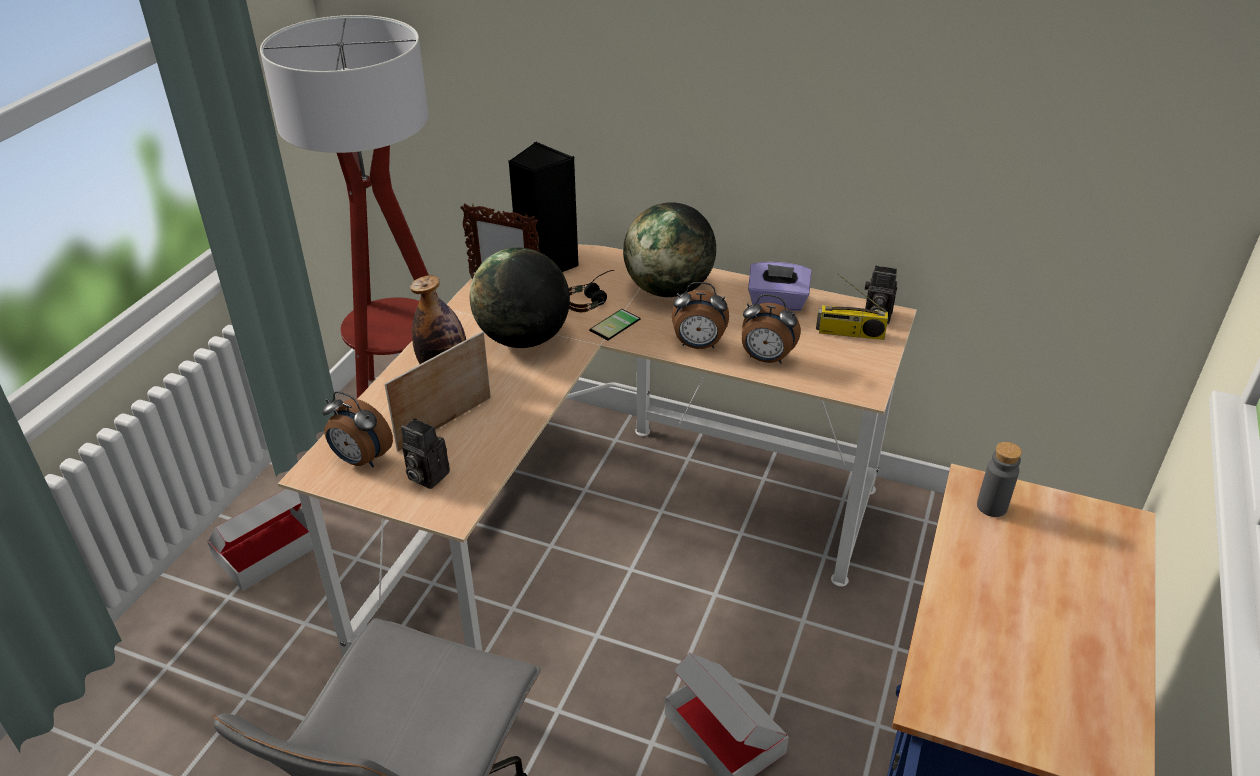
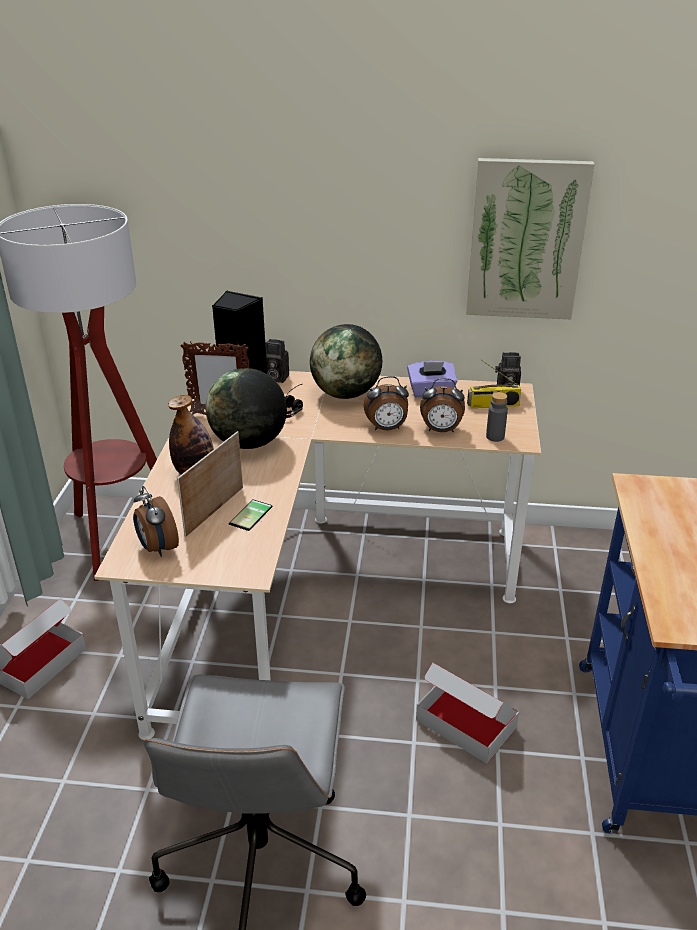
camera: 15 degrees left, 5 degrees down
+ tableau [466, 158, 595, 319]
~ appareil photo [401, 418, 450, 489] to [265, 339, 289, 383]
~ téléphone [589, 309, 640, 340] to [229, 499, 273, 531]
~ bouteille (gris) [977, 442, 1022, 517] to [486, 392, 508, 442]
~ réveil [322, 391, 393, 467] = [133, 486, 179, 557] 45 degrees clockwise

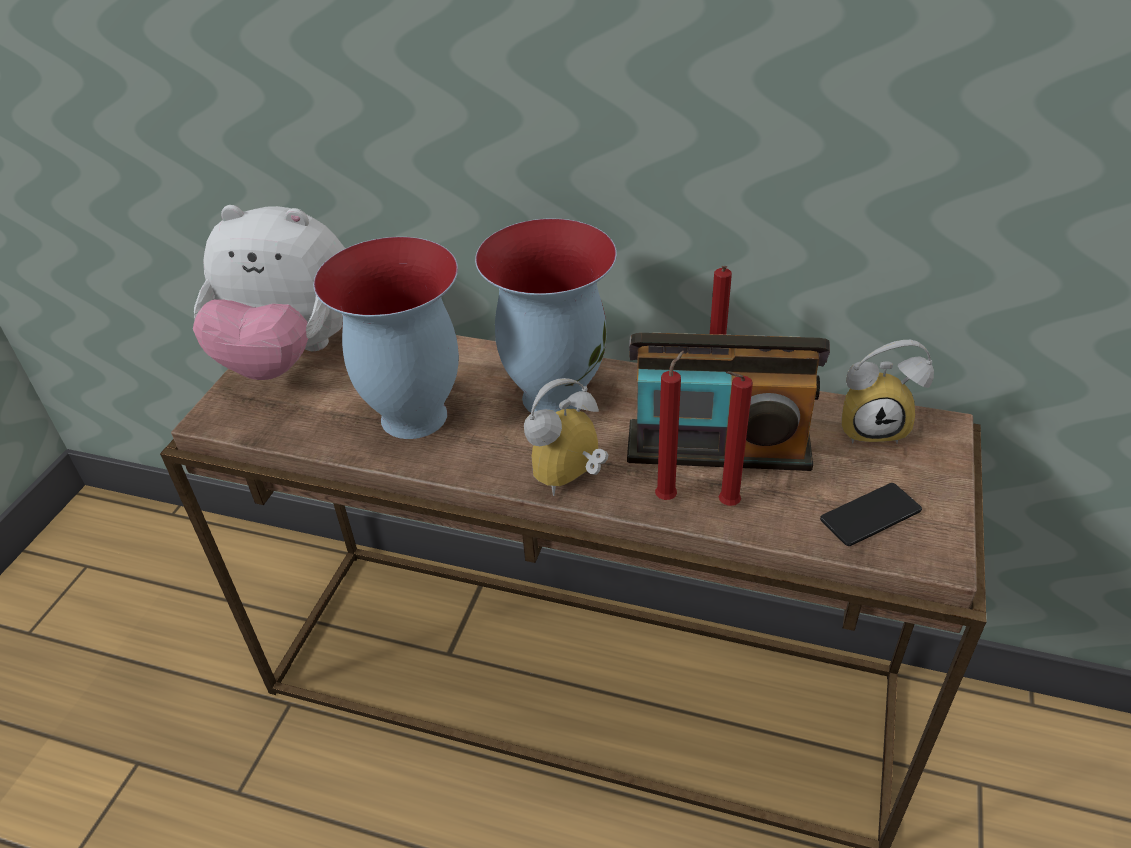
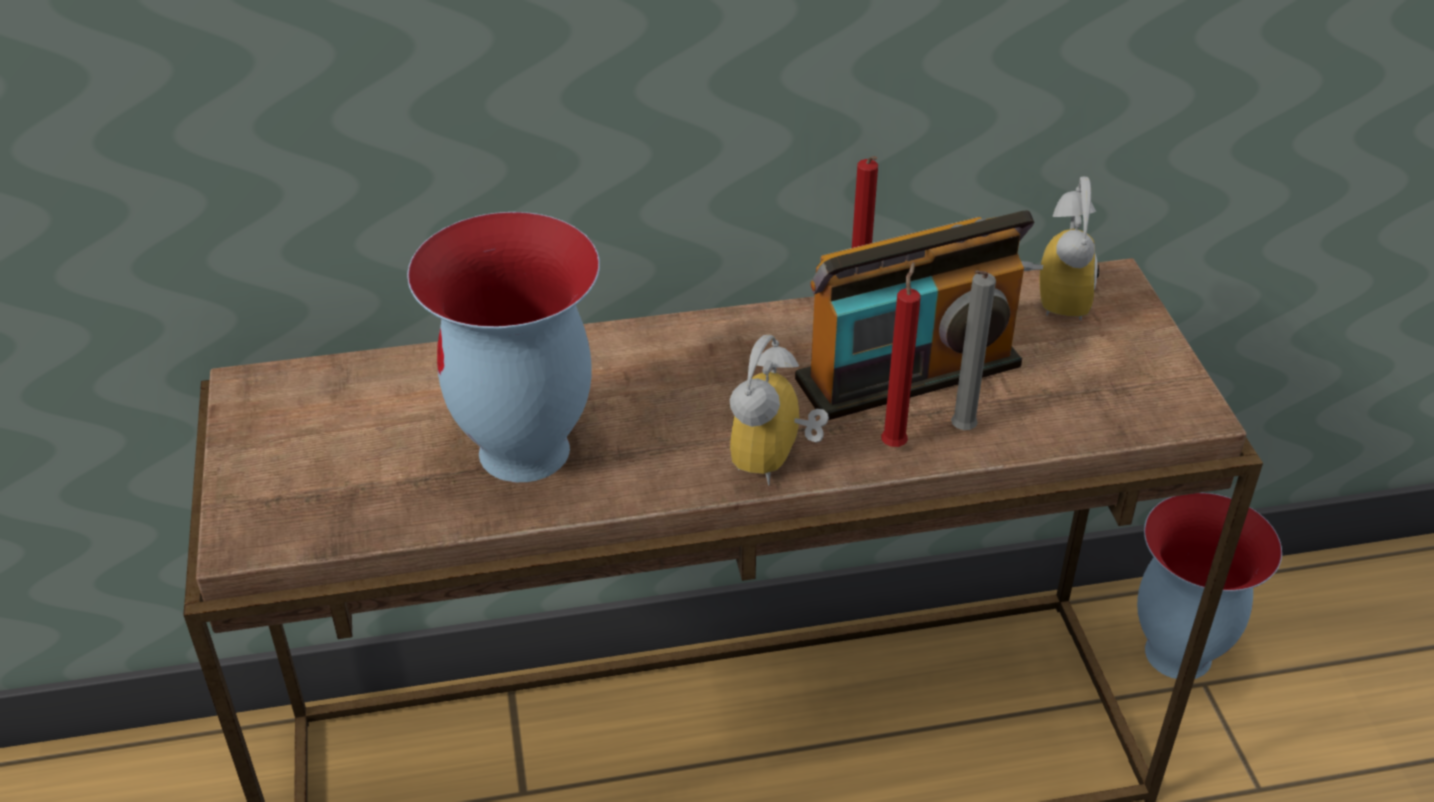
camera: 30 degrees left, 0 degrees up
- peluche [193, 205, 345, 380]
- téléphone [820, 483, 922, 546]
~ vase [475, 219, 617, 412] to [1137, 493, 1282, 679]
~ bougie (rouge) [719, 371, 753, 506] to bougie (gris) [951, 270, 996, 430]
~ réveil [842, 340, 934, 444] = [1021, 177, 1099, 321] 60 degrees counterclockwise

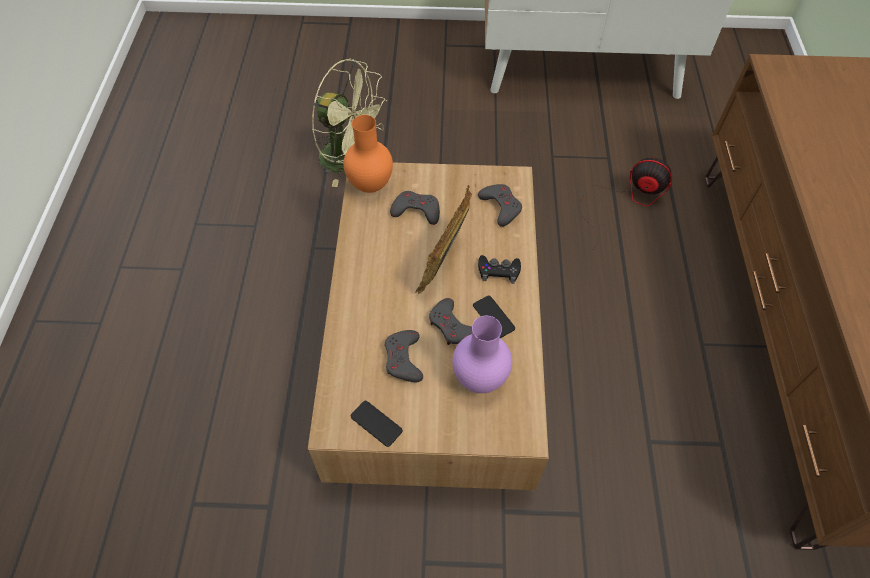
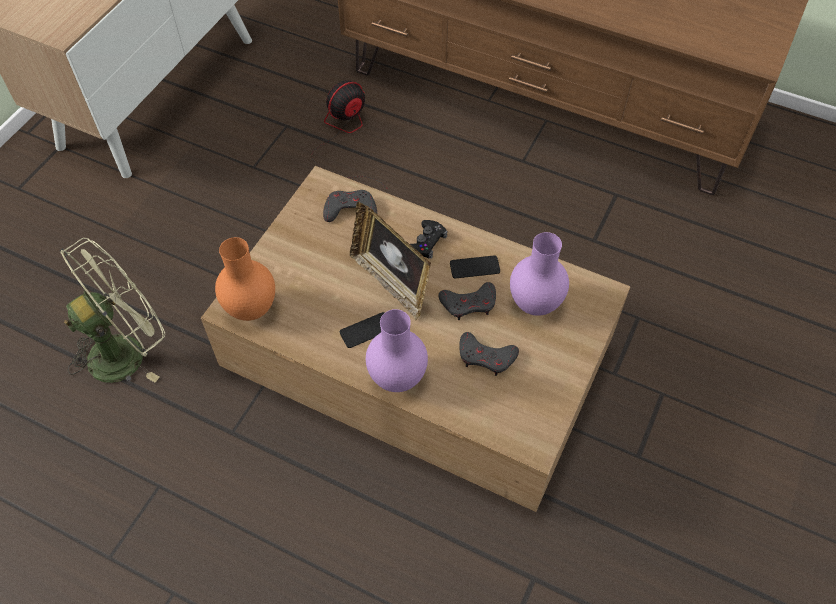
camera: 65 degrees left, 0 degrees up
- manette (gris) [390, 191, 440, 225]
+ vase (violet) [366, 309, 428, 392]
~ téléphone [351, 401, 403, 447] to [340, 312, 384, 348]

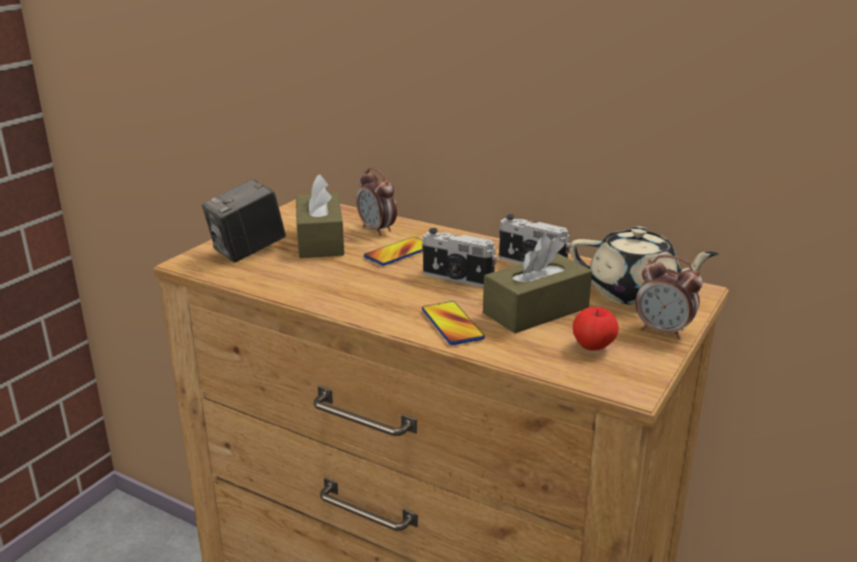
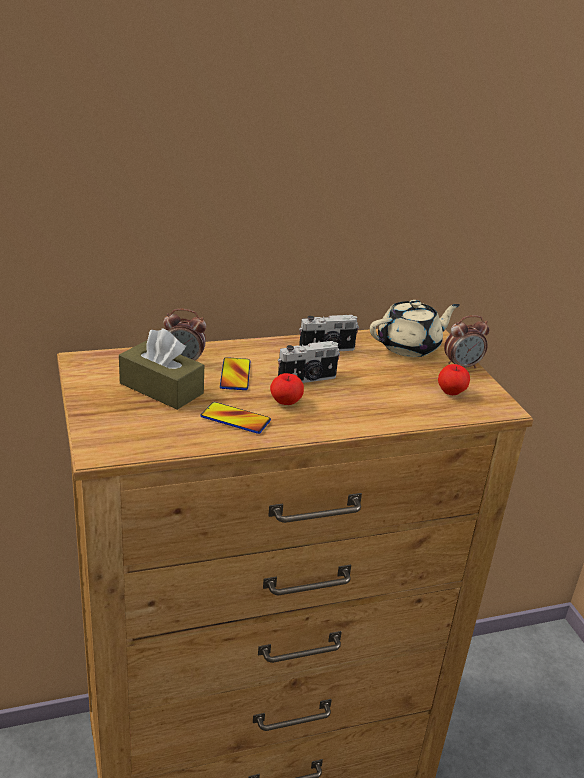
camera: 50 degrees left, 5 degrees up
- appareil photo [202, 179, 286, 263]
- boîte à mouchoirs (marron) [483, 235, 592, 333]
+ pomme [270, 373, 304, 405]
~ téléphone [422, 301, 485, 345] to [201, 402, 271, 434]

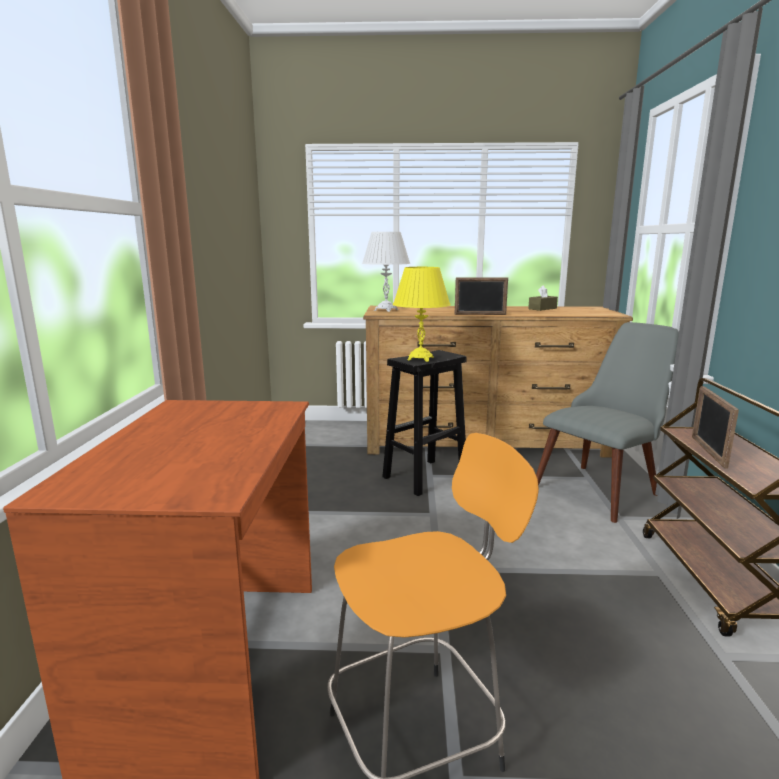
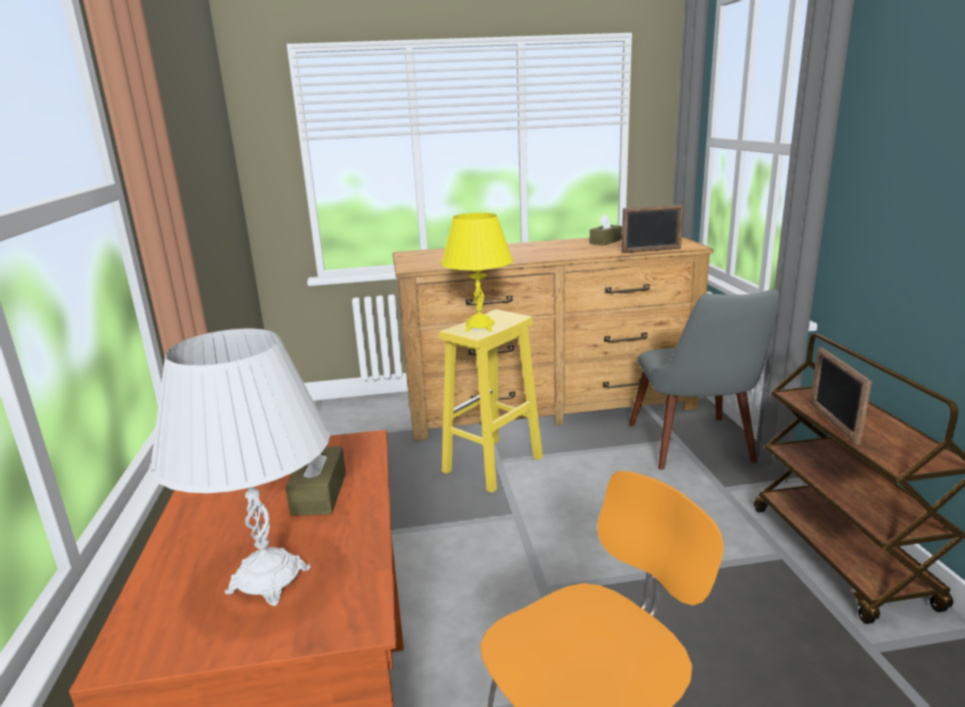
camera: 10 degrees left, 5 degrees up
+ boîte à mouchoirs (marron) [286, 446, 346, 516]
~ lampe de table (blanc) [362, 232, 410, 312] to [149, 329, 330, 606]
~ cadre photo [455, 277, 508, 315] to [622, 204, 684, 253]
~ tabouret (noir) [382, 350, 467, 496] to tabouret (jaune) [439, 309, 543, 493]
~ chaise (gris) [536, 322, 679, 523] = [629, 289, 780, 470] 135 degrees clockwise

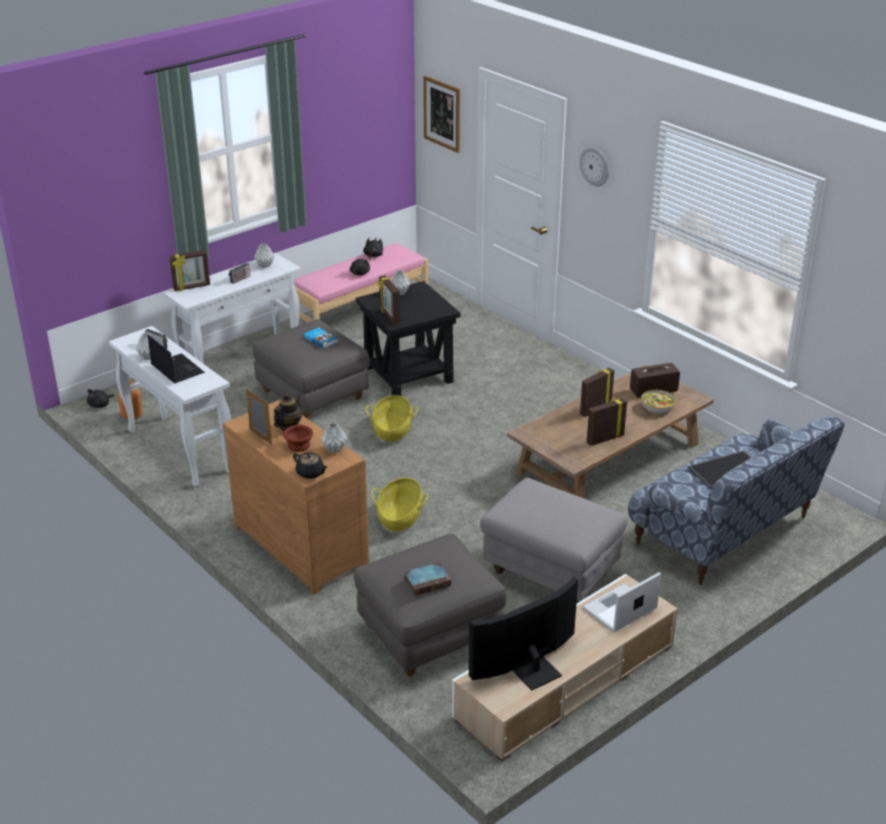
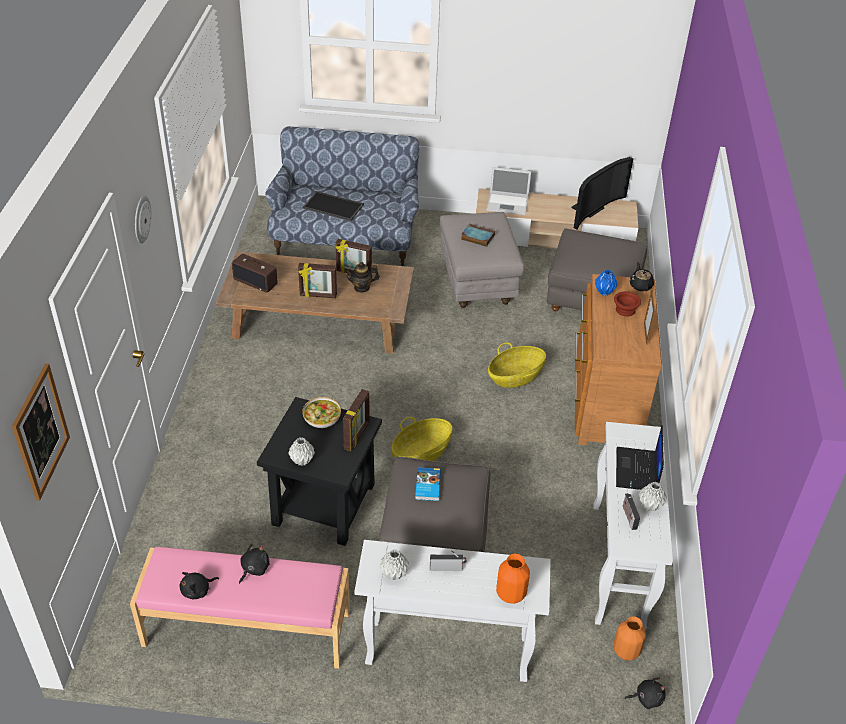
camera: 135 degrees left, 10 degrees up
~ théière [274, 393, 302, 431] to [345, 262, 380, 293]
~ livre [404, 562, 451, 596] to [461, 224, 495, 247]
~ bol [641, 390, 676, 414] to [302, 397, 341, 428]
~ cadre photo [169, 250, 210, 291] to vase (orange) [496, 554, 530, 604]
~ vase (gris) [321, 422, 347, 453] to vase (bleu) [595, 269, 618, 296]
~ téléviseur [469, 576, 578, 691] = [571, 157, 633, 229] 60 degrees counterclockwise

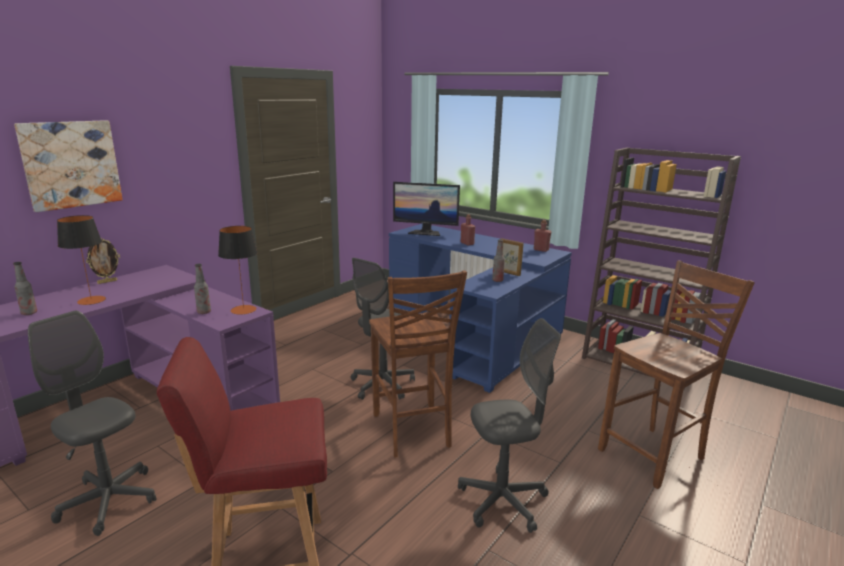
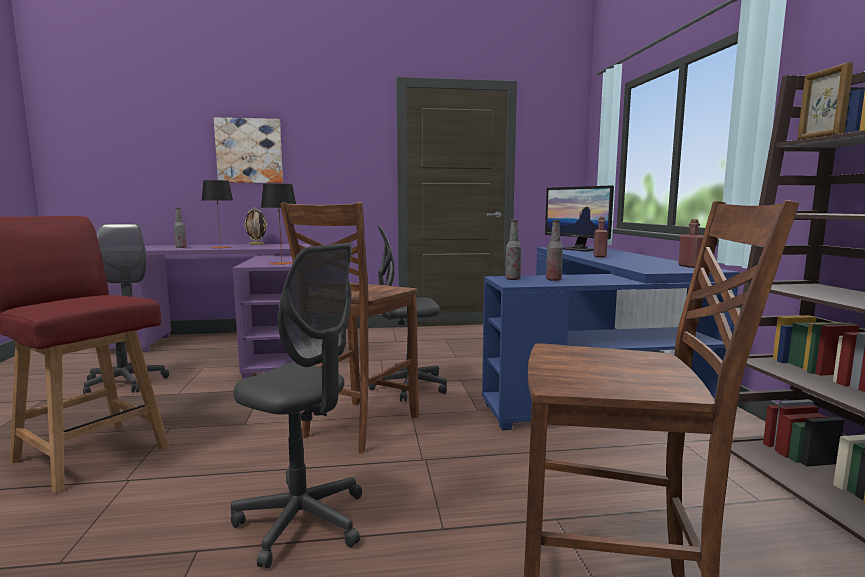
camera: 45 degrees right, 10 degrees down
~ bouteille [194, 264, 211, 314] to [505, 220, 521, 280]
~ cadre photo [501, 238, 523, 276] to [797, 62, 853, 140]

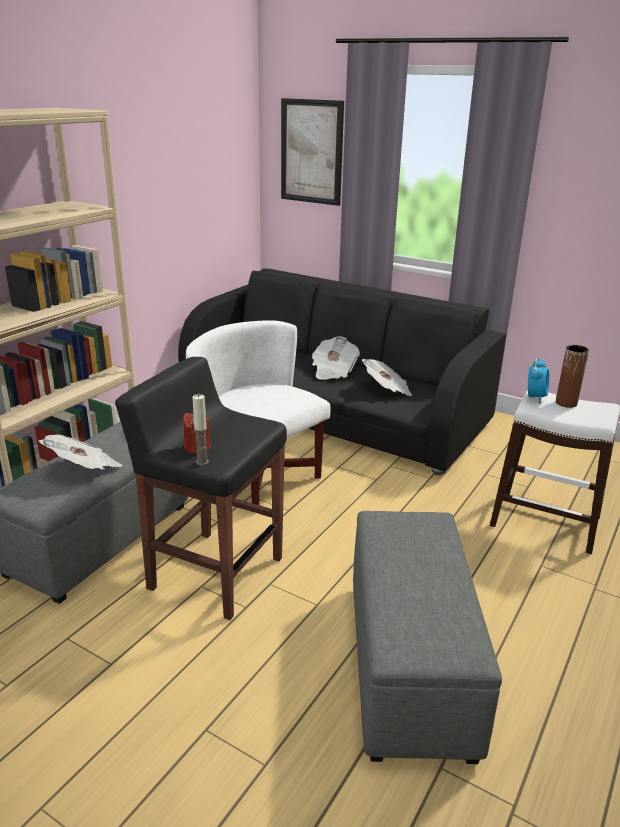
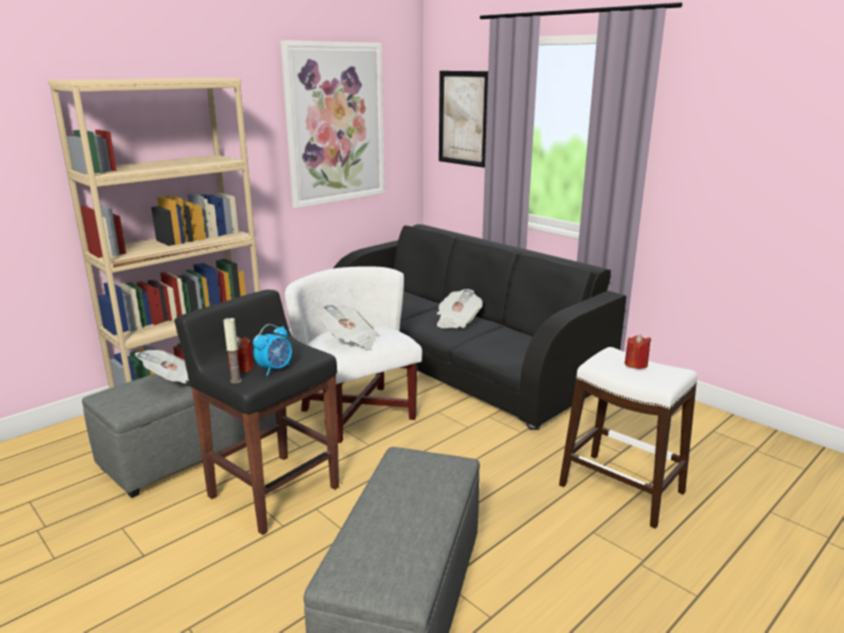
camera: 15 degrees right, 5 degrees down
+ tableau [280, 40, 385, 208]
~ journal [362, 359, 412, 396] to [320, 304, 378, 349]
~ réveil [528, 358, 549, 404] to [253, 324, 292, 376]
~ vase (marron) [556, 345, 589, 408] to bougie (rouge) [625, 334, 651, 369]

